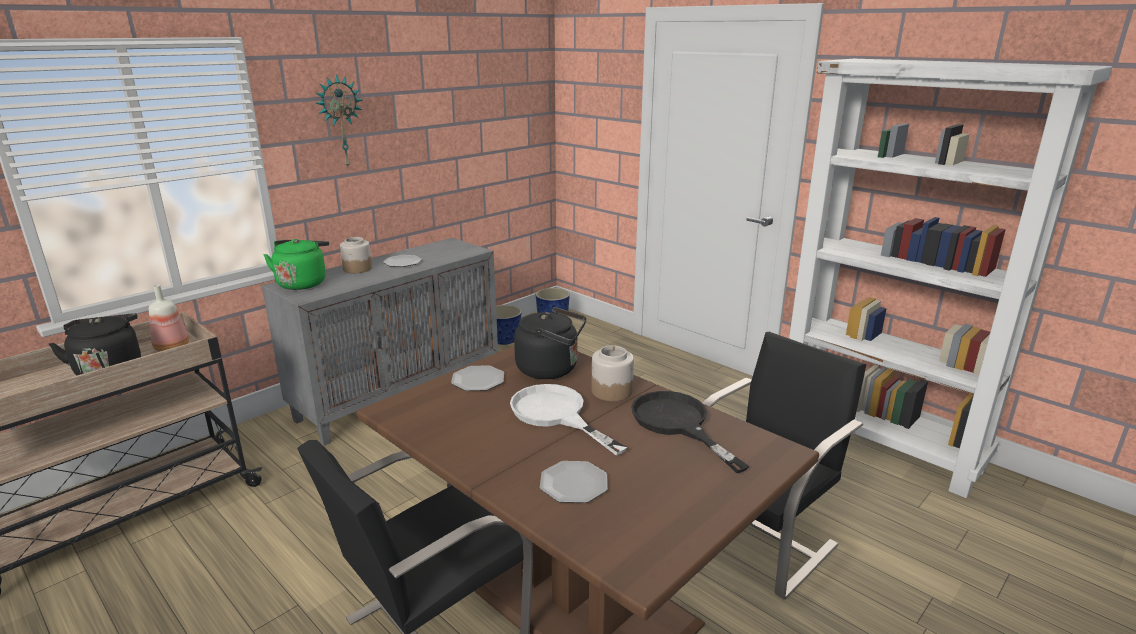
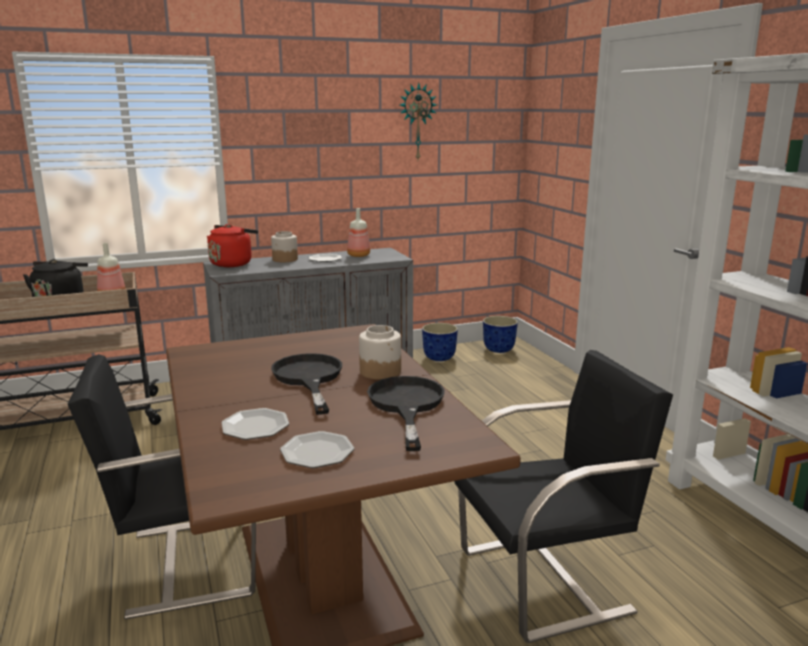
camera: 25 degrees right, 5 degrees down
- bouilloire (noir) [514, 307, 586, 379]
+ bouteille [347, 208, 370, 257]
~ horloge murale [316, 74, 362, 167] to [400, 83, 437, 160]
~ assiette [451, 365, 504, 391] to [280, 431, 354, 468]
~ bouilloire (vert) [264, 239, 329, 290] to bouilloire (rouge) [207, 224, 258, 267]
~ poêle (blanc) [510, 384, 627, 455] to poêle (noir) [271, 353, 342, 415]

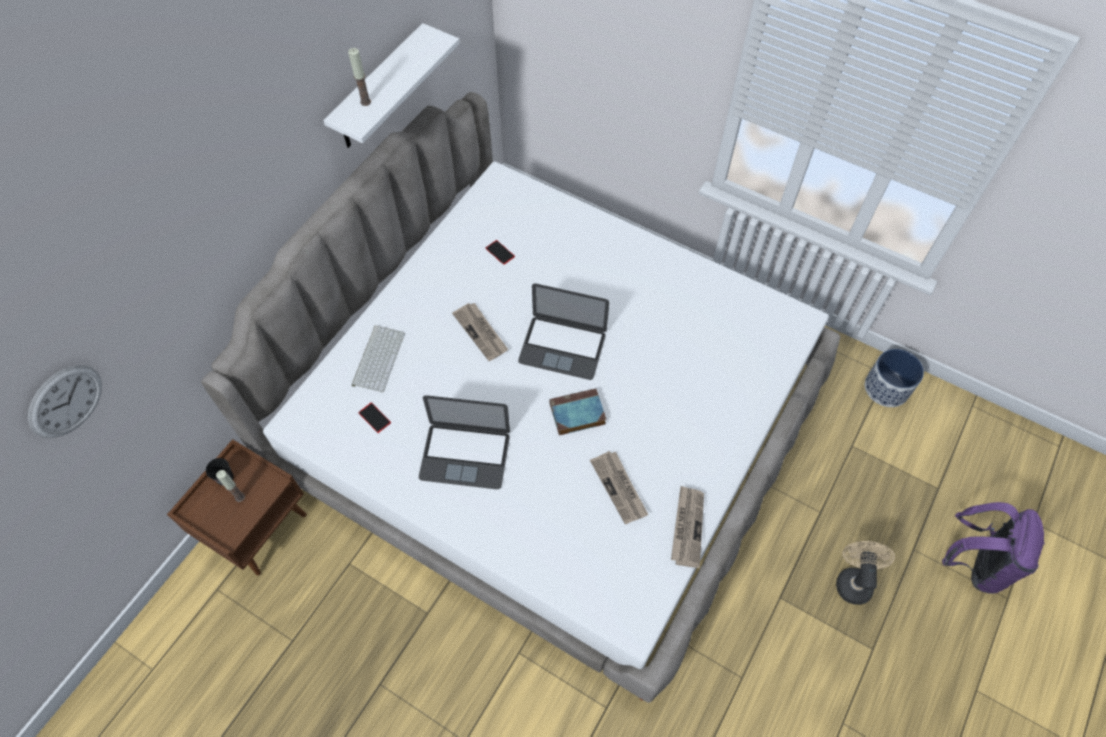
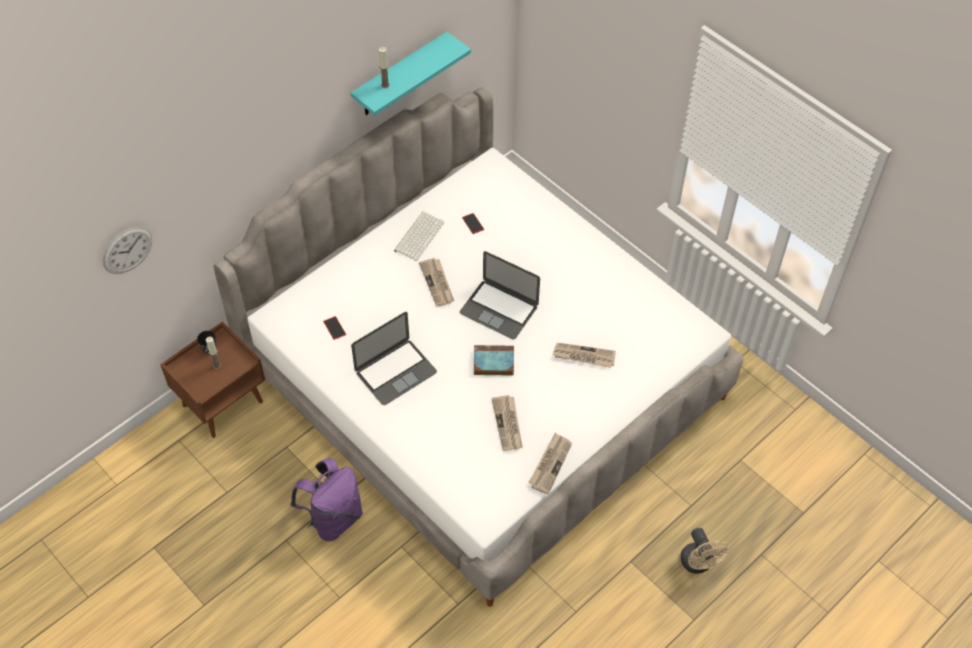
camera: 15 degrees right, 5 degrees down
- cache-pot [865, 349, 924, 407]
+ journal [553, 343, 616, 368]
~ clavier [351, 325, 405, 392] to [394, 211, 444, 261]
~ sac à dos (violet) [942, 502, 1045, 594] to [290, 458, 363, 542]
~ étagère (blanc) [323, 23, 460, 148] to étagère (turquoise) [351, 32, 471, 116]
~ ordinateur portable [419, 395, 510, 489] = [351, 312, 437, 405] 60 degrees counterclockwise
~ ventilateur (beige) [836, 541, 895, 605] = [680, 528, 729, 574] 135 degrees clockwise

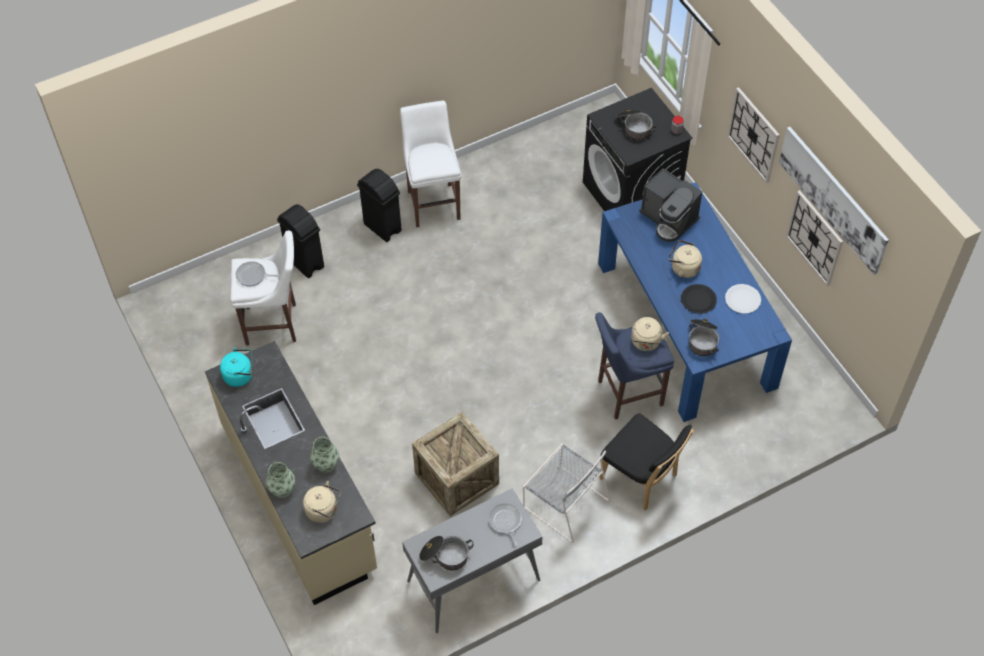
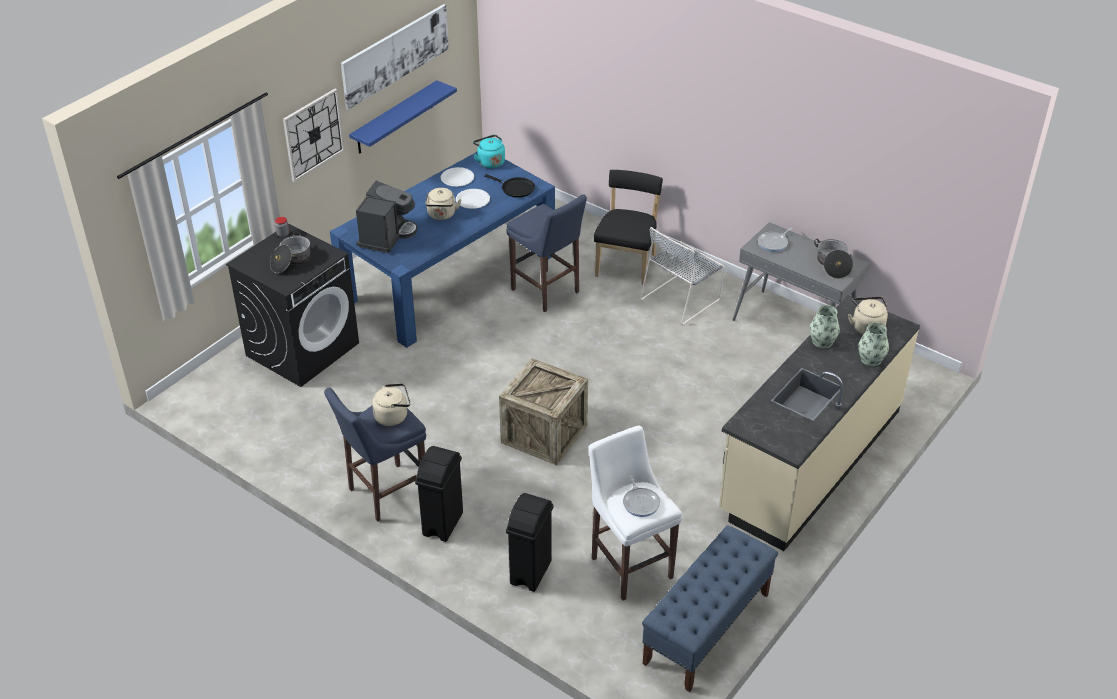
camera: 115 degrees left, 15 degrees down
+ banc (bleu) [642, 525, 778, 692]
~ bouilloire (turquoise) [220, 347, 253, 387] to [473, 135, 505, 168]
~ caisse [412, 412, 499, 516] to [499, 358, 588, 465]
~ bouilloire (beige) [631, 317, 669, 351] to [372, 383, 410, 426]
~ marmite [689, 319, 719, 356] to poêle (noir) [484, 174, 535, 198]
~ horloge murale [786, 190, 843, 286] to étagère (bleu) [349, 80, 457, 154]
~ tabouret (blanc) [400, 101, 461, 227] to tabouret (bleu) [324, 388, 426, 522]
~ assiette (noir) [681, 284, 717, 314] to assiette (blanc) [456, 189, 490, 209]
~ chaise (gris) [523, 444, 610, 542] = [640, 227, 725, 325] 150 degrees counterclockwise

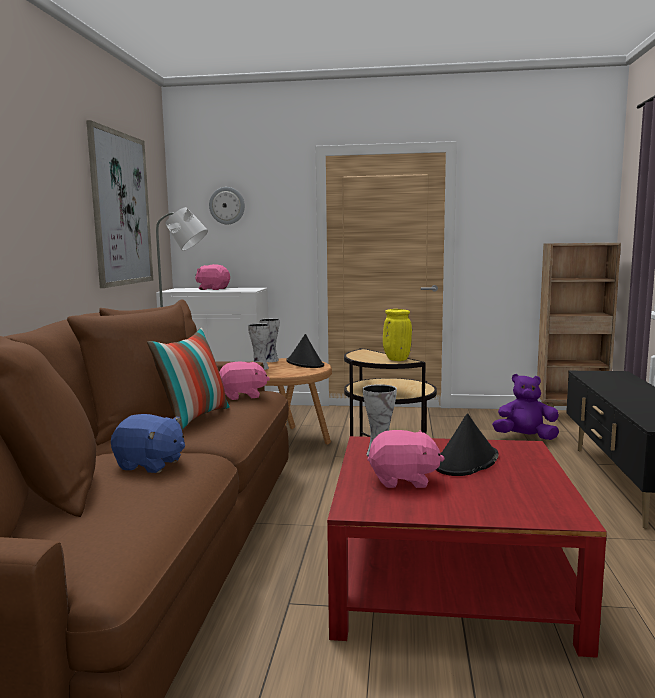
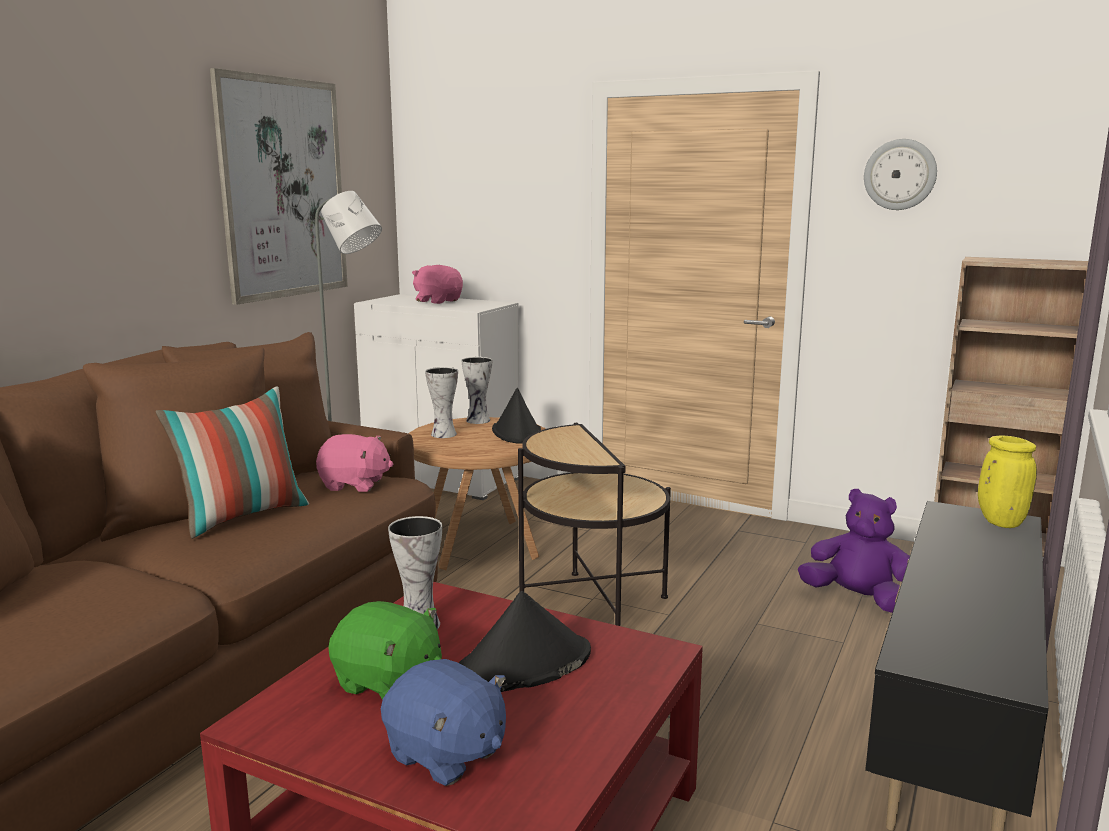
camera: 20 degrees right, 5 degrees up
~ peluche (bleu) [111, 414, 185, 473] to [381, 659, 506, 786]
~ horloge murale [209, 187, 245, 224] to [864, 139, 937, 210]
~ vase (jaune) [383, 309, 412, 361] to [978, 436, 1037, 528]
~ peluche (rose) [367, 430, 445, 488] to peluche (vert) [328, 601, 442, 700]

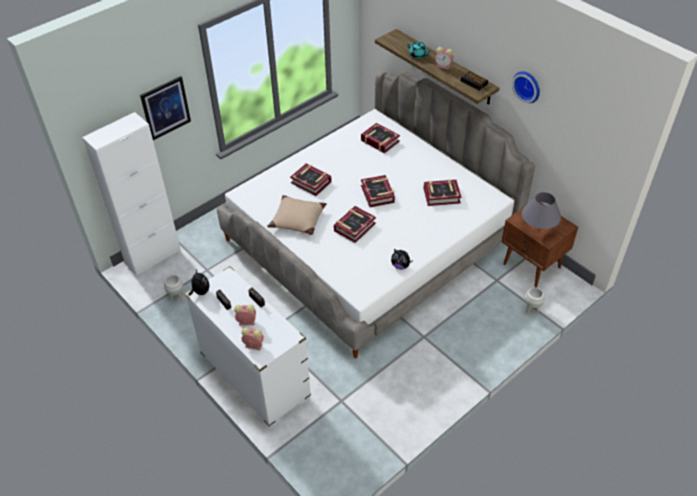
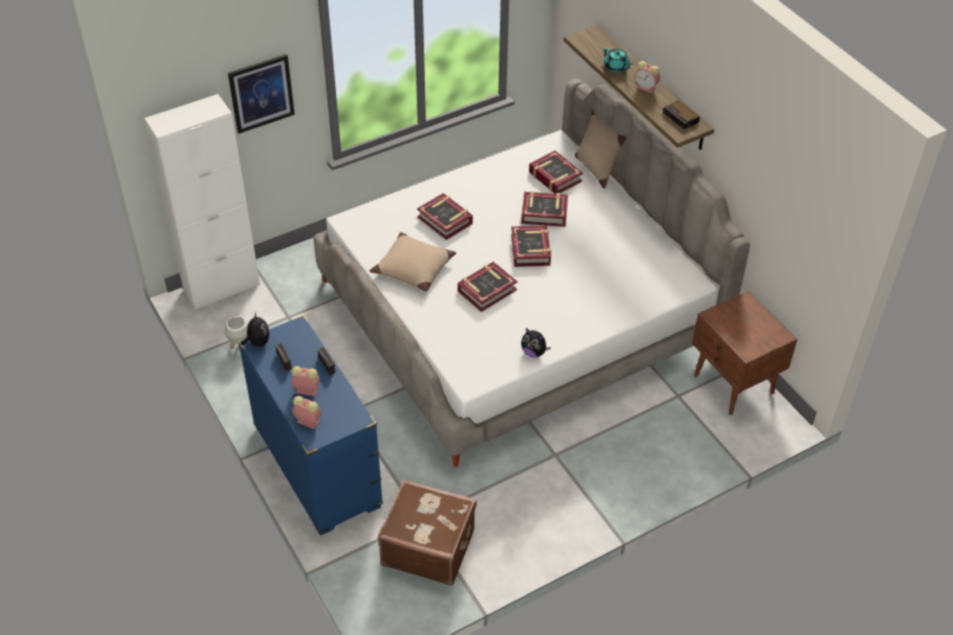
camera: 10 degrees right, 0 degrees up
- horloge murale [512, 71, 540, 103]
- lampe de table (gris) [522, 192, 561, 229]
- cache-pot (blanc) [525, 288, 545, 313]
+ valise (marron) [378, 479, 477, 586]
+ coussin (beige) [575, 110, 627, 189]
~ livre [424, 179, 461, 206] to [521, 191, 568, 227]
~ commode (blanc) [185, 266, 311, 427] to commode (bleu) [238, 315, 383, 536]

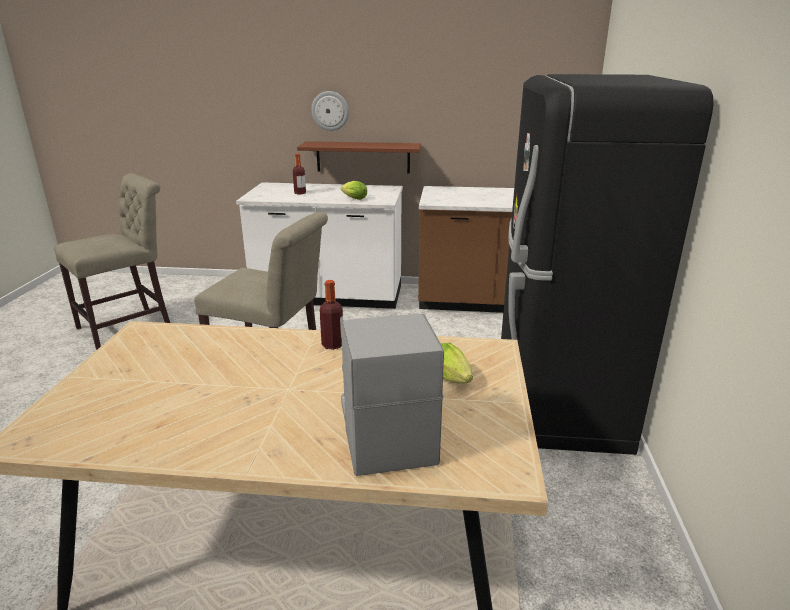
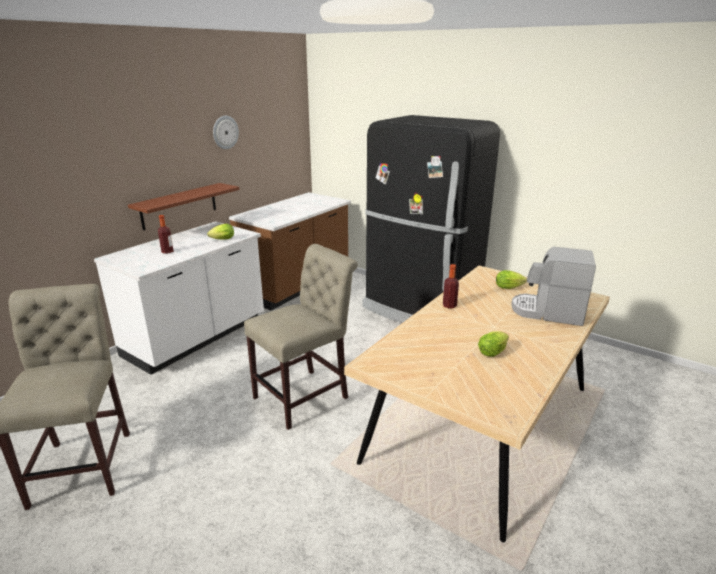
camera: 60 degrees left, 0 degrees up
+ laitue [478, 331, 509, 357]
~ horloge murale [311, 91, 349, 131] to [213, 116, 239, 149]

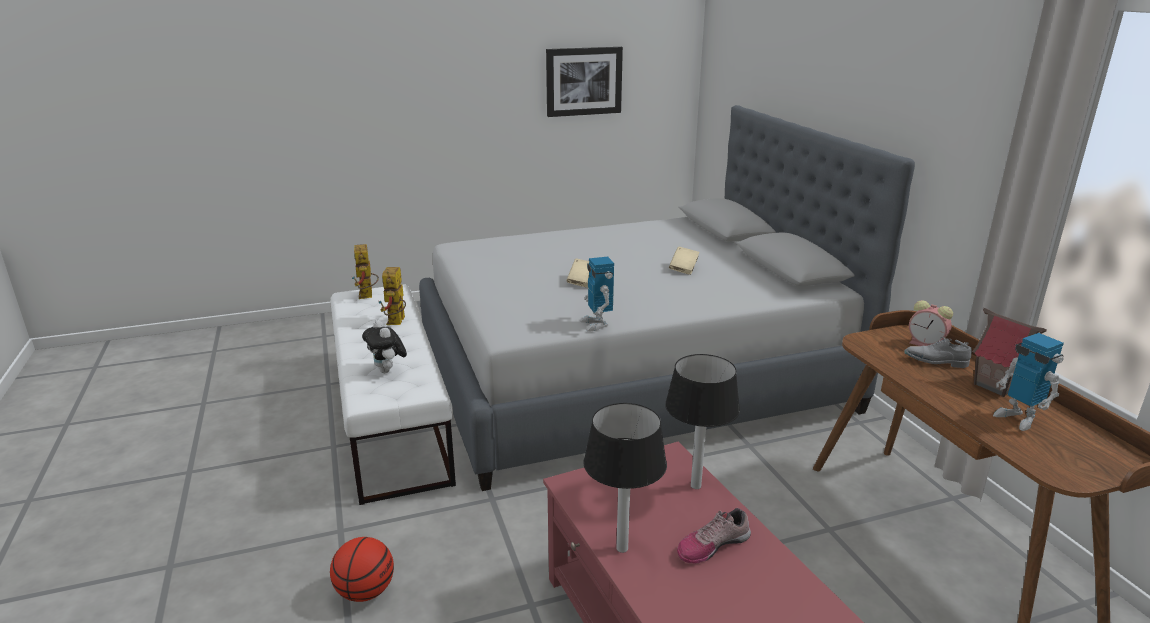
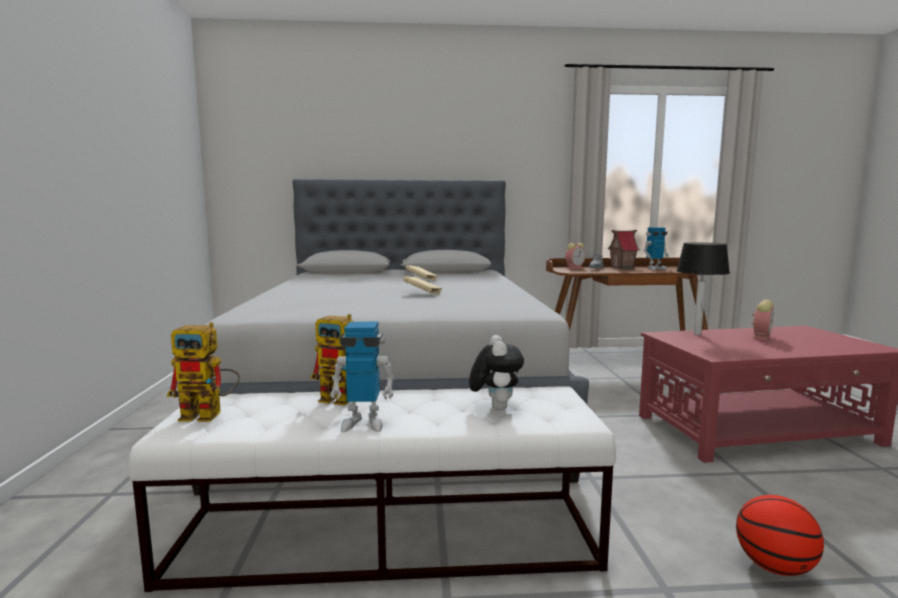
camera: 75 degrees left, 15 degrees down
- tableau [546, 47, 623, 117]
- lampe de table [583, 403, 667, 553]
~ robot jouet [580, 257, 614, 332] to [330, 322, 395, 432]
~ chaussure [677, 508, 751, 564] to réveil [751, 300, 774, 340]
~ peluche [362, 320, 407, 373] = [469, 335, 524, 410] 75 degrees counterclockwise

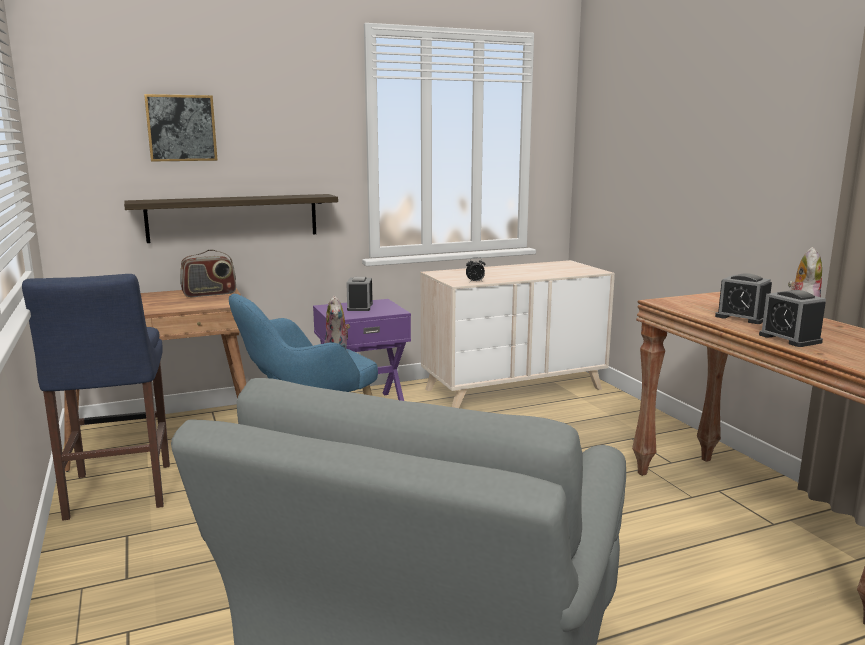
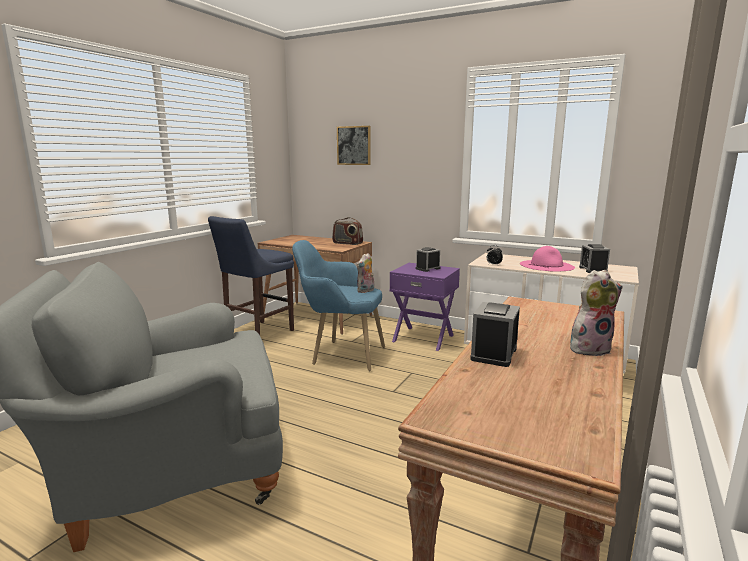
camera: 50 degrees right, 0 degrees up
- étagère [124, 194, 338, 243]
+ chapeau (rose) [520, 246, 575, 272]
~ réveil [715, 273, 772, 324] to [579, 244, 610, 273]

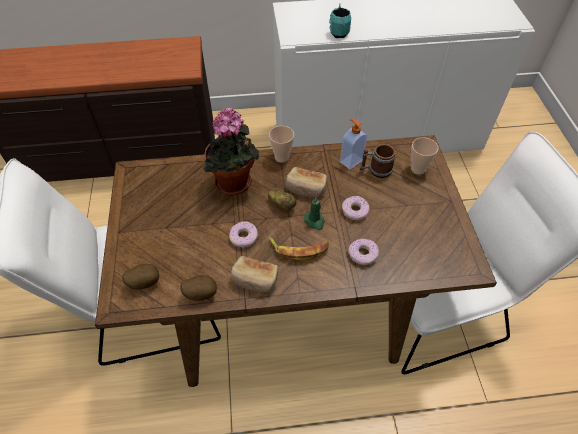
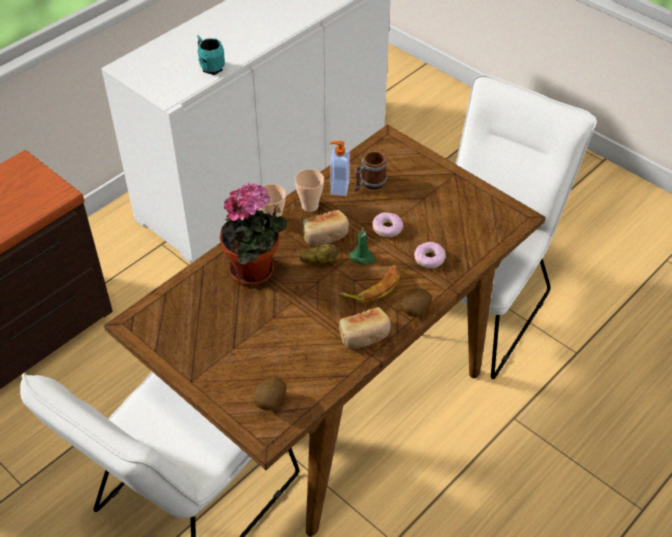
camera: 40 degrees left, 5 degrees down
- beignet [229, 222, 258, 248]
~ pomme de terre [180, 275, 217, 301] to [400, 289, 432, 317]
~ tasse [411, 137, 439, 175] to [295, 169, 324, 212]

